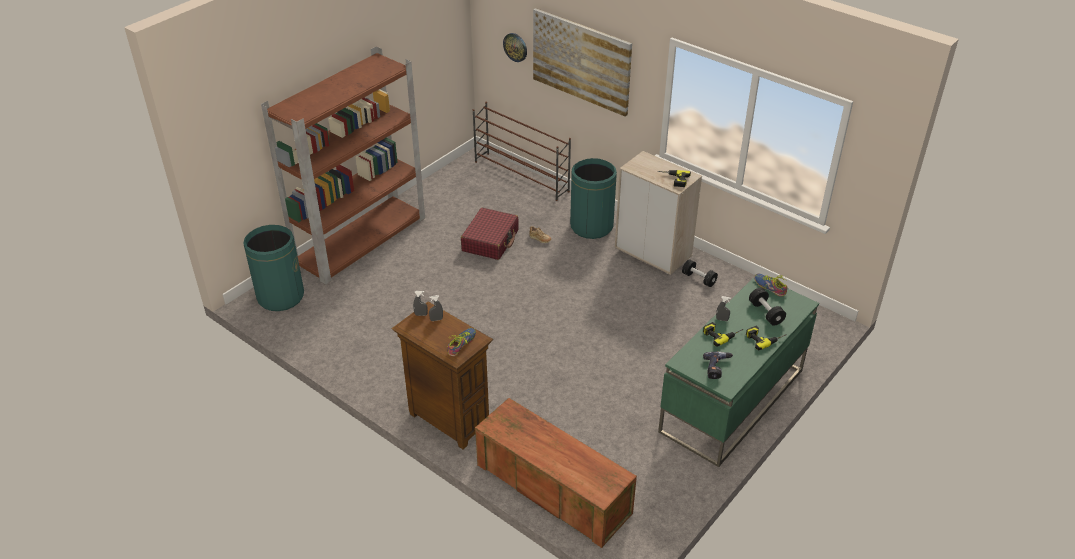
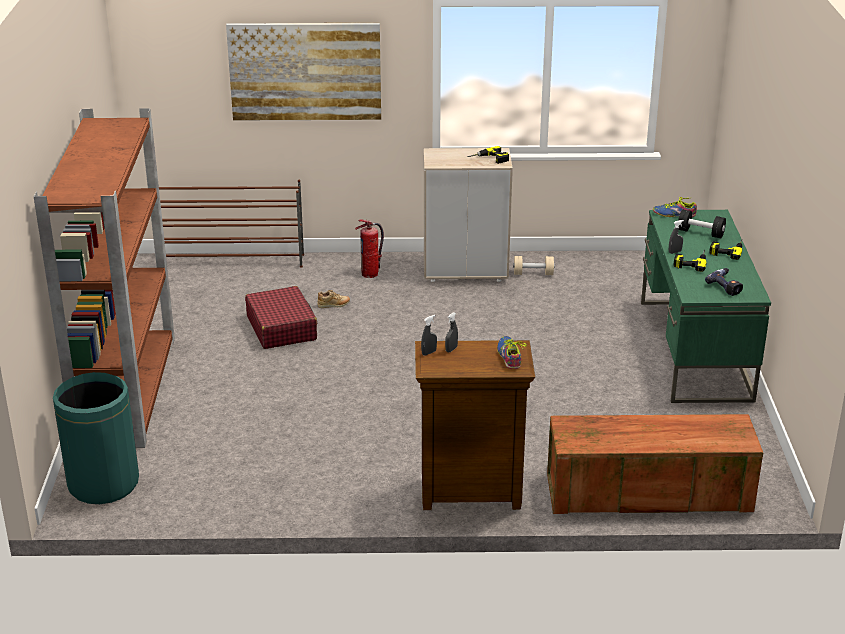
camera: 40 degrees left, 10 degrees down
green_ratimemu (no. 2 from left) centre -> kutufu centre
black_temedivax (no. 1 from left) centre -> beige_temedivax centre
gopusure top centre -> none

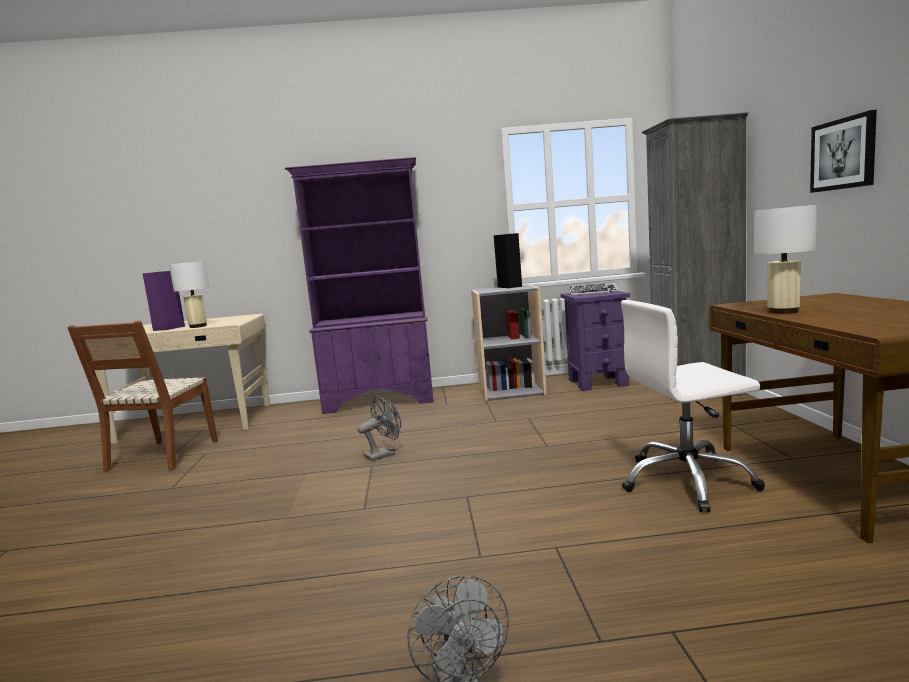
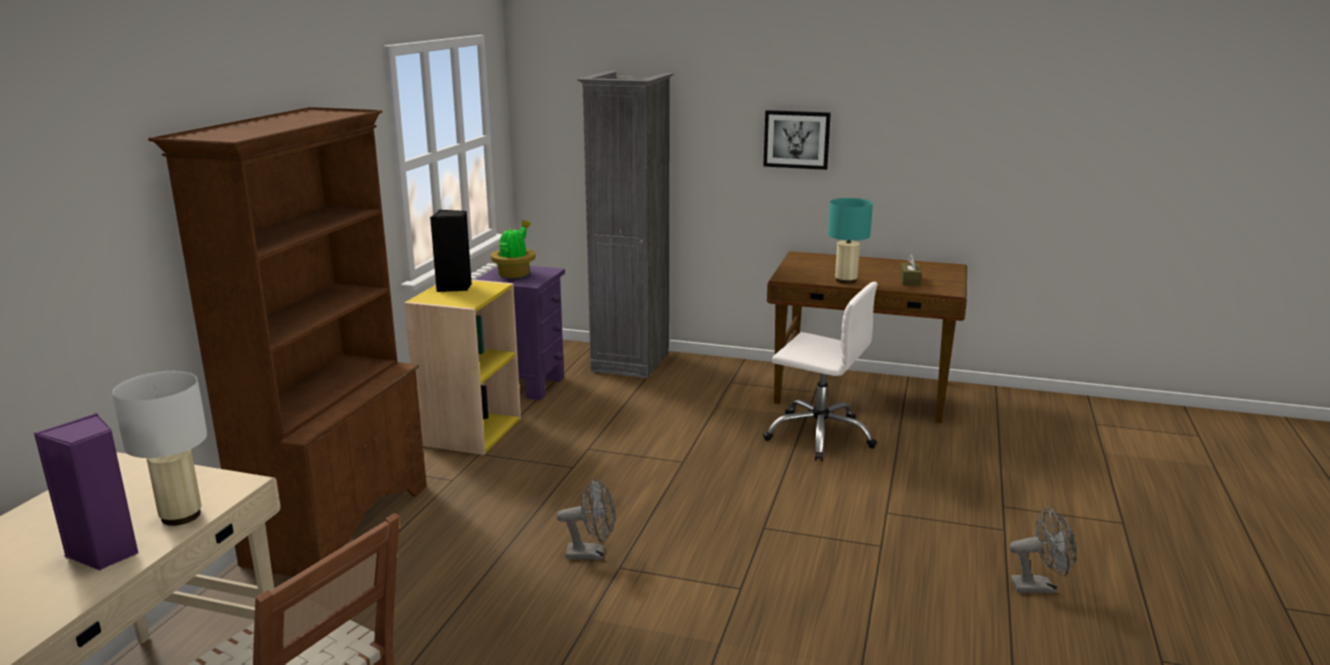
camera: 70 degrees left, 10 degrees up
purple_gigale centre -> brown_gigale middle left
grey_gigale centre -> yellow_gigale centre
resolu centre -> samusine centre
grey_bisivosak (no. 1 from left) centre -> grey_bisivosak (no. 1 from left) bottom centre, 105 degrees clockwise
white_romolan middle right -> white_romolan centre, 75 degrees counterclockwise
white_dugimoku (no. 2 from left) middle right -> turquoise_dugimoku centre
none -> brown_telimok middle right

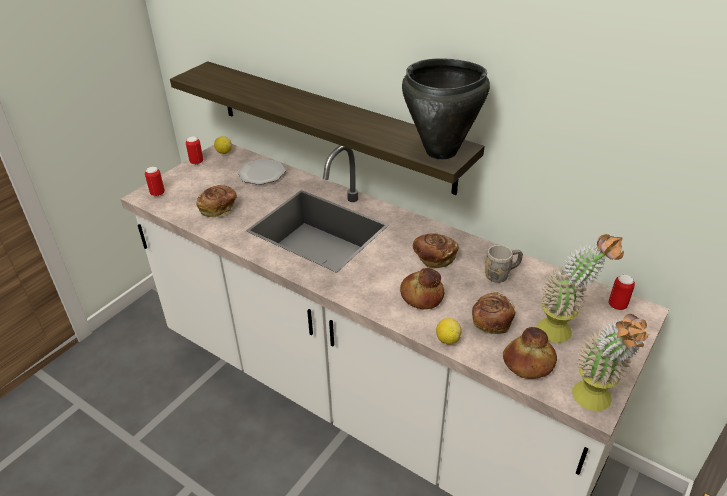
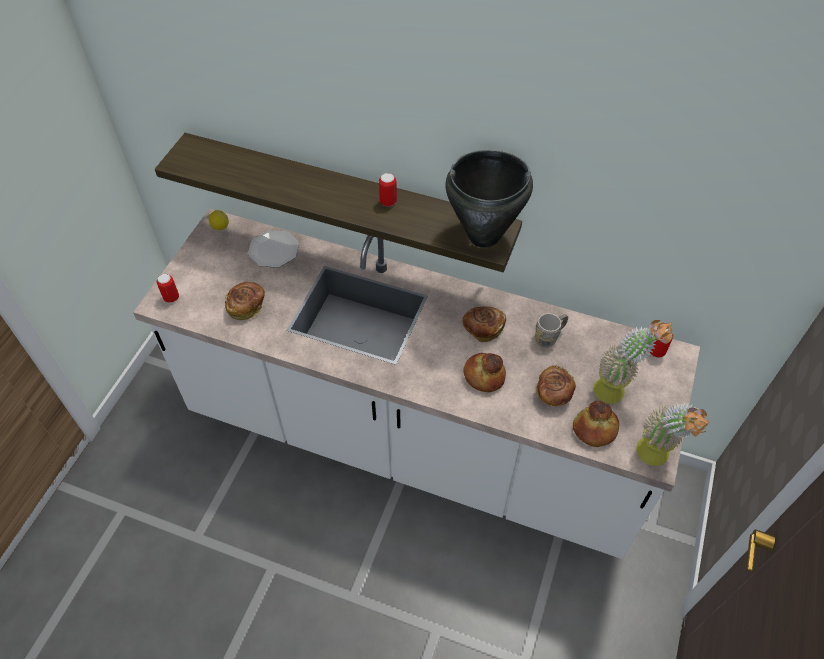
camera: 15 degrees left, 15 degrees up
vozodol (no. 2 from left) top left -> vozodol (no. 2 from left) top centre, relocated
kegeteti (no. 2 from left) bottom centre -> none

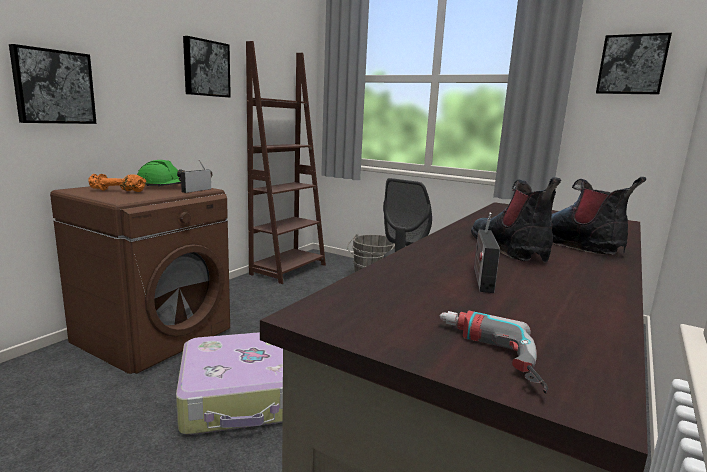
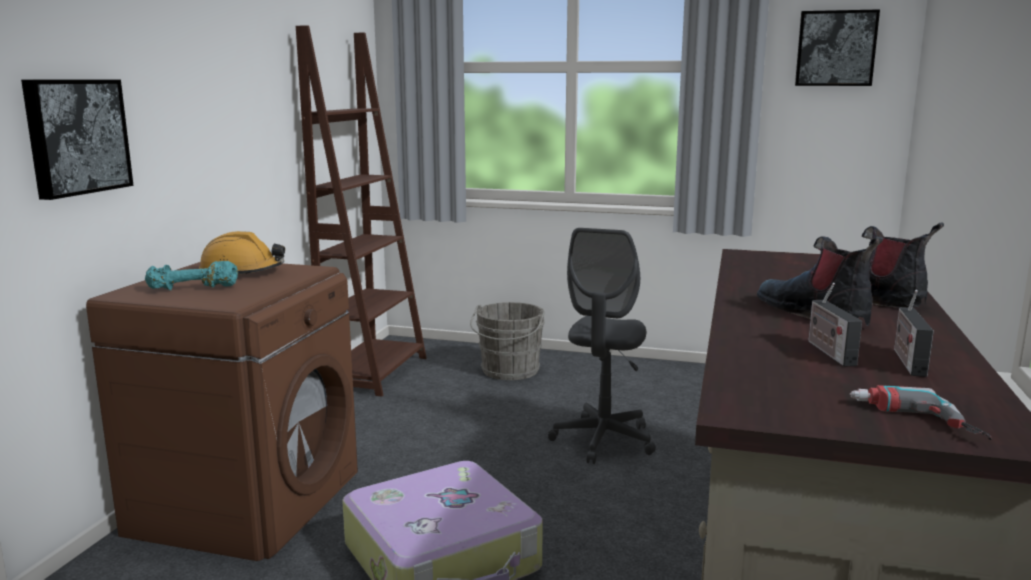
camera: 15 degrees left, 0 degrees up
orange_temedivax middle left -> turquoise_temedivax middle left
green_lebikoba middle left -> orange_lebikoba middle left
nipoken (no. 1 from left in the first image) middle left -> nipoken (no. 2 from left) middle right, relocated
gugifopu (no. 2 from left) top left -> none

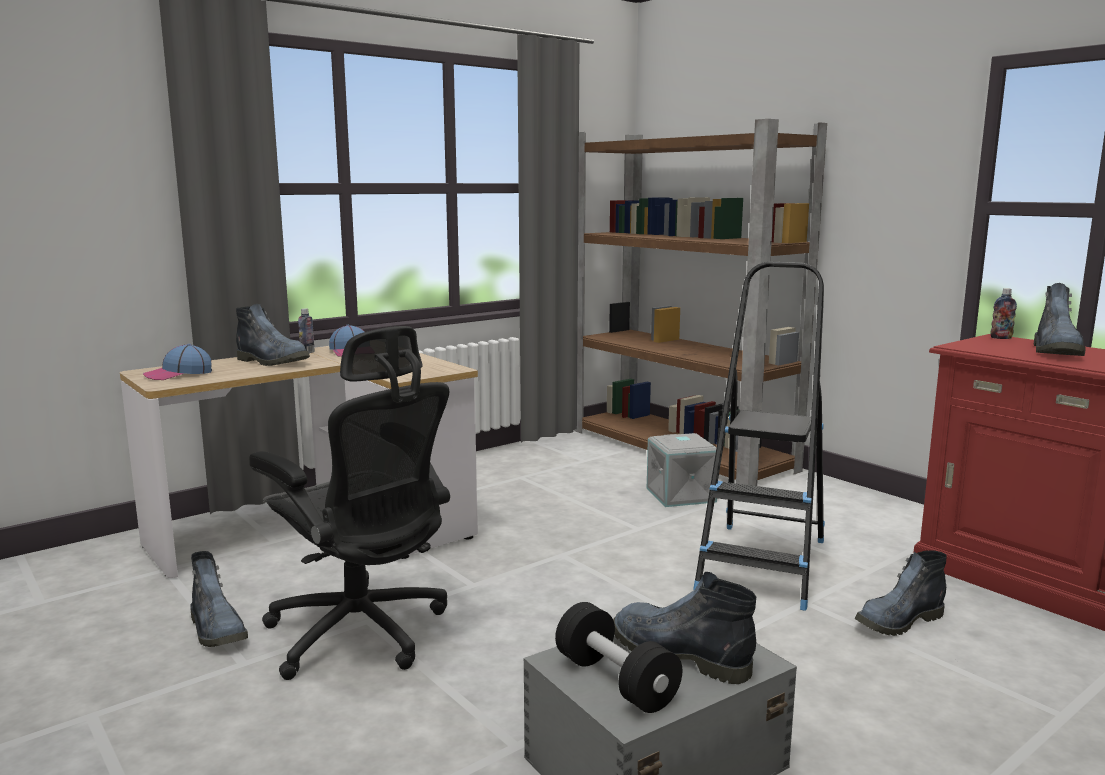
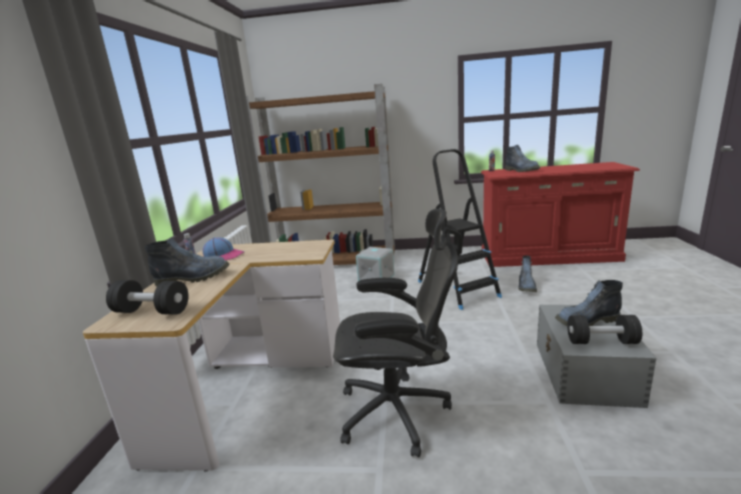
camera: 45 degrees left, 5 degrees up
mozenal (no. 1 from left) middle left -> black_temedivax (no. 1 from left) middle left
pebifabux (no. 1 from left) bottom left -> none

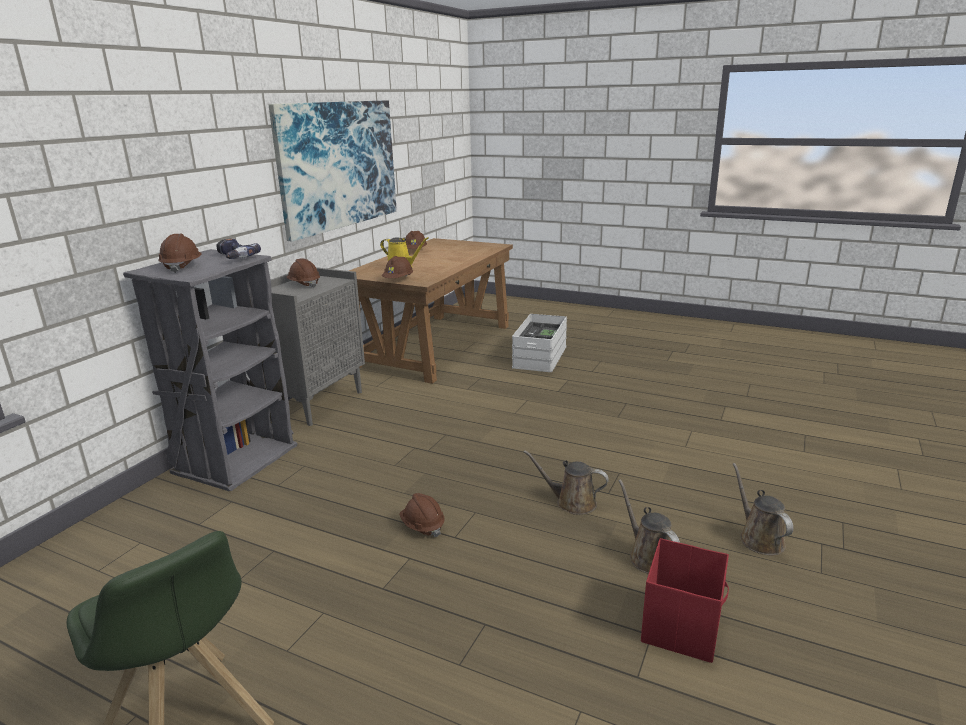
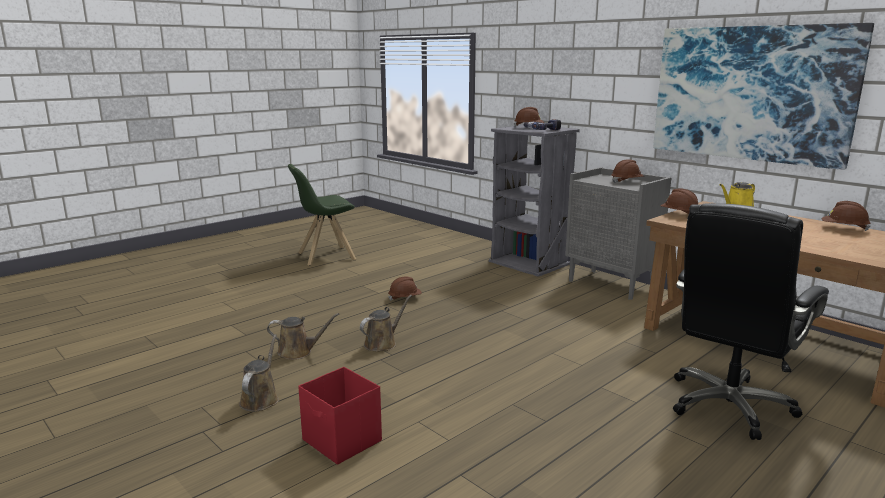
camera: 110 degrees right, 5 degrees down
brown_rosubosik (no. 3 from left in the first image) bottom right -> brown_rosubosik (no. 1 from left) bottom left, 90 degrees counterclockwise
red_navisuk bottom right -> red_navisuk bottom centre, relocated
white_navisuk centre -> black_romolan middle right

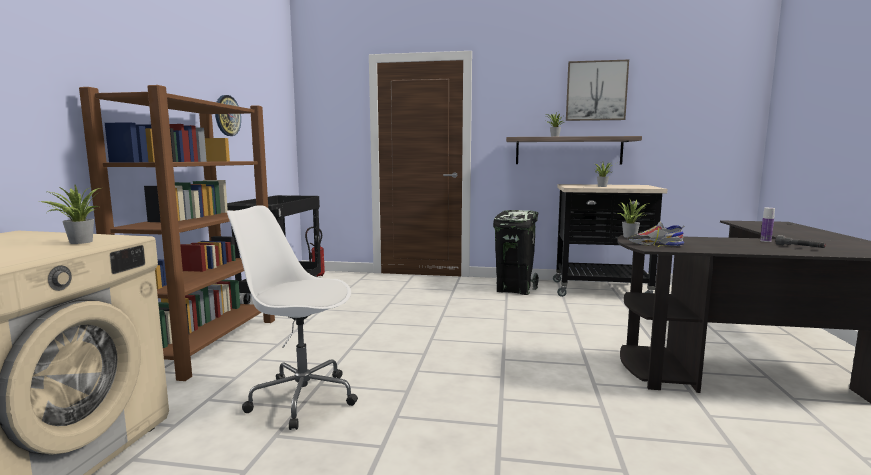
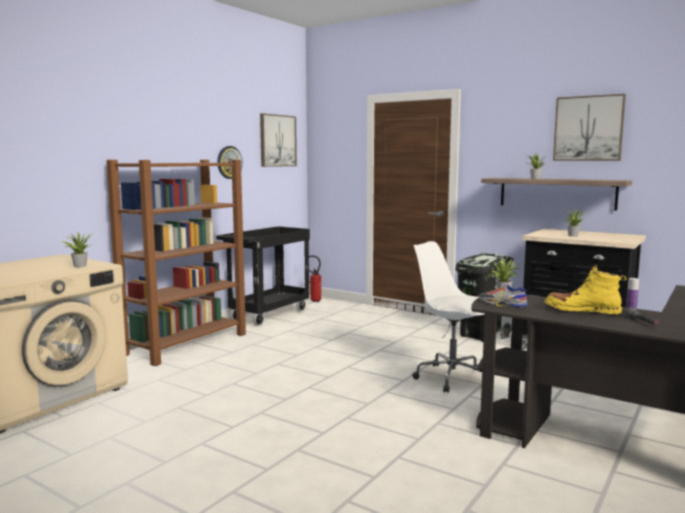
camera: 25 degrees right, 0 degrees up
none -> gugifopu (no. 1 from left) top centre
white_romolan bottom centre -> white_romolan centre, relocated
none -> yellow_pebifabux middle right

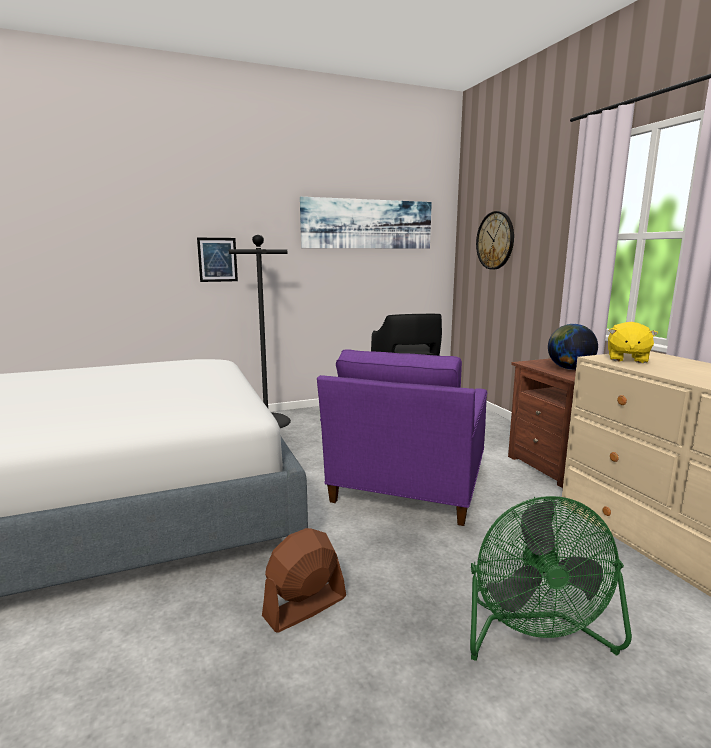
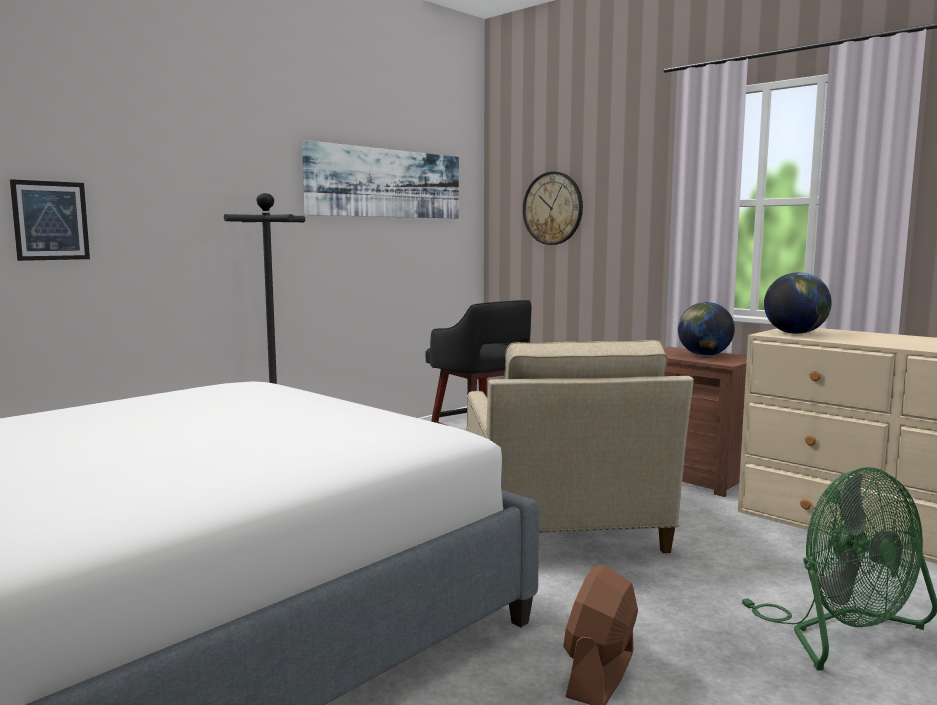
camera: 25 degrees left, 5 degrees down
gugifopu (no. 1 from left) middle left -> gugifopu (no. 1 from left) top left, relocated
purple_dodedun centre -> beige_dodedun centre
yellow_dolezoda middle right -> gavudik (no. 2 from left) middle right

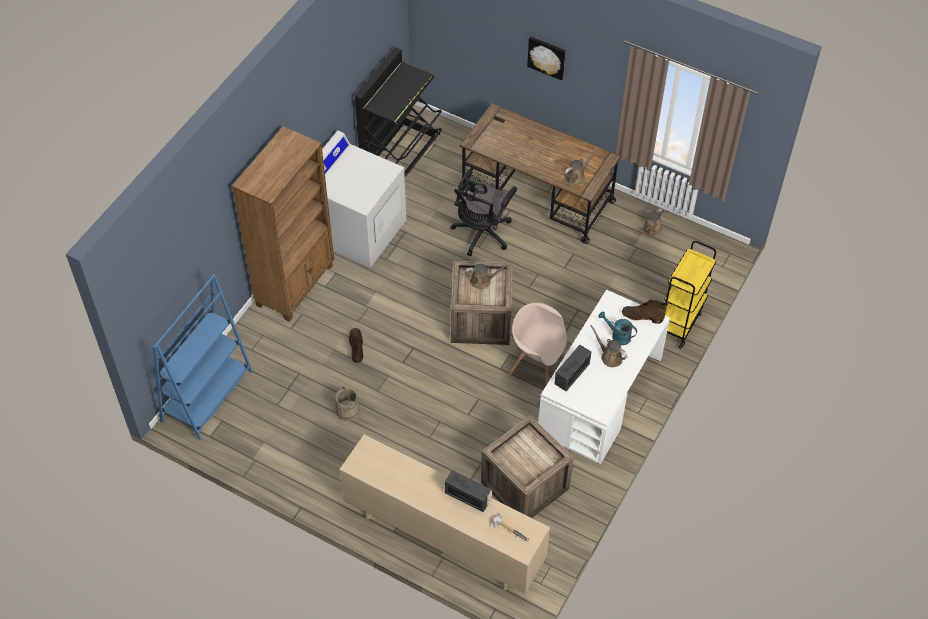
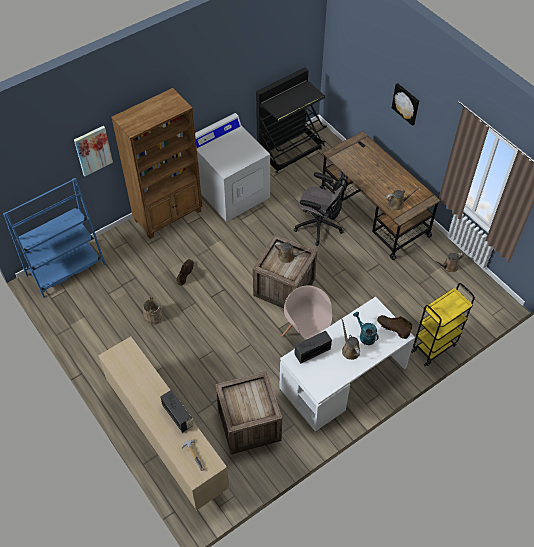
camera: 25 degrees right, 0 degrees up
none -> gugifopu (no. 1 from left) top left
romolan centre, 120 degrees counterclockwise

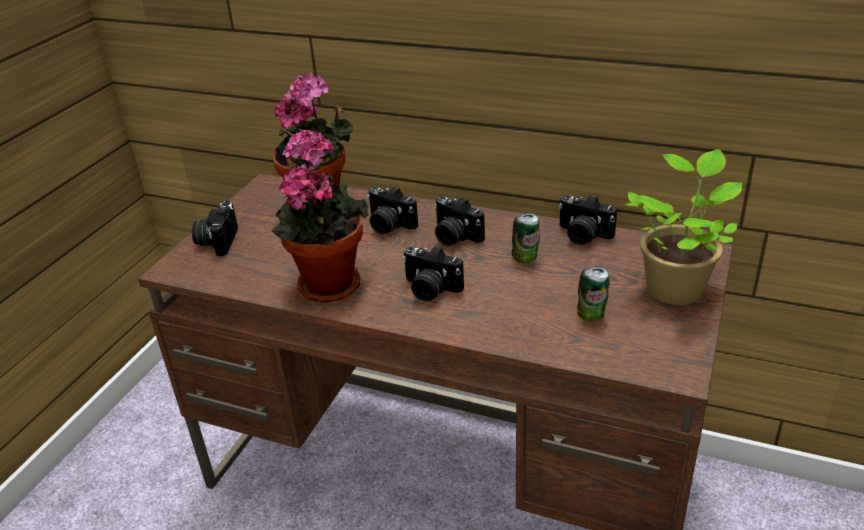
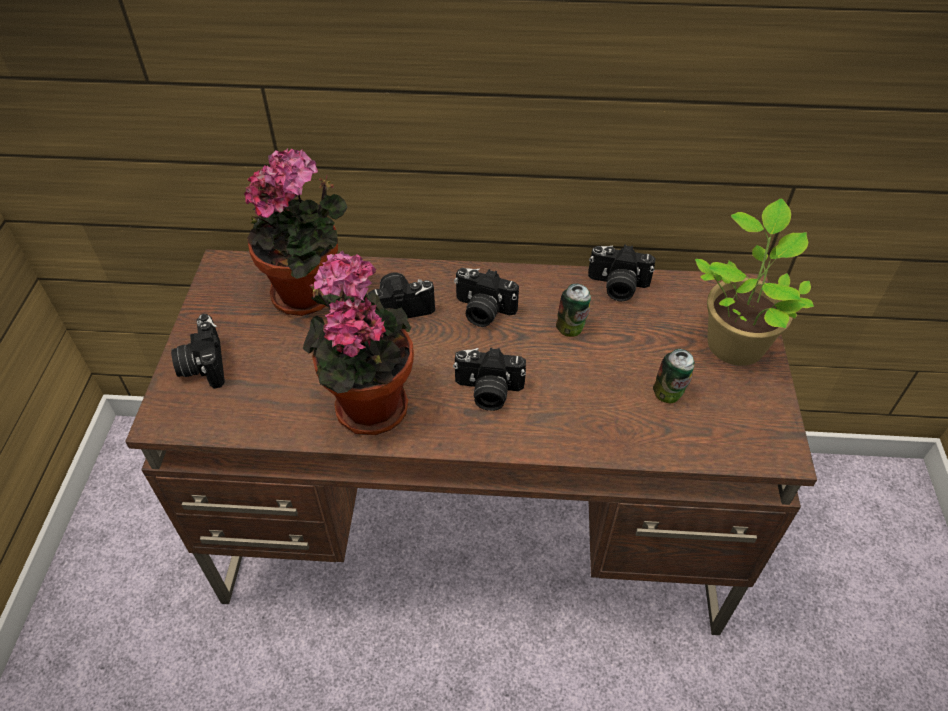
camera: 20 degrees left, 15 degrees up
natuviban (no. 2 from left) centre, 150 degrees clockwise

